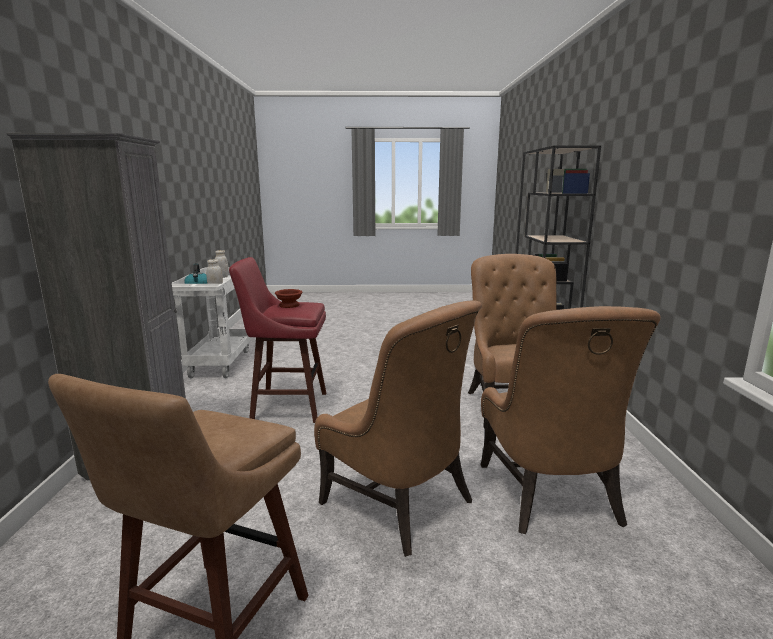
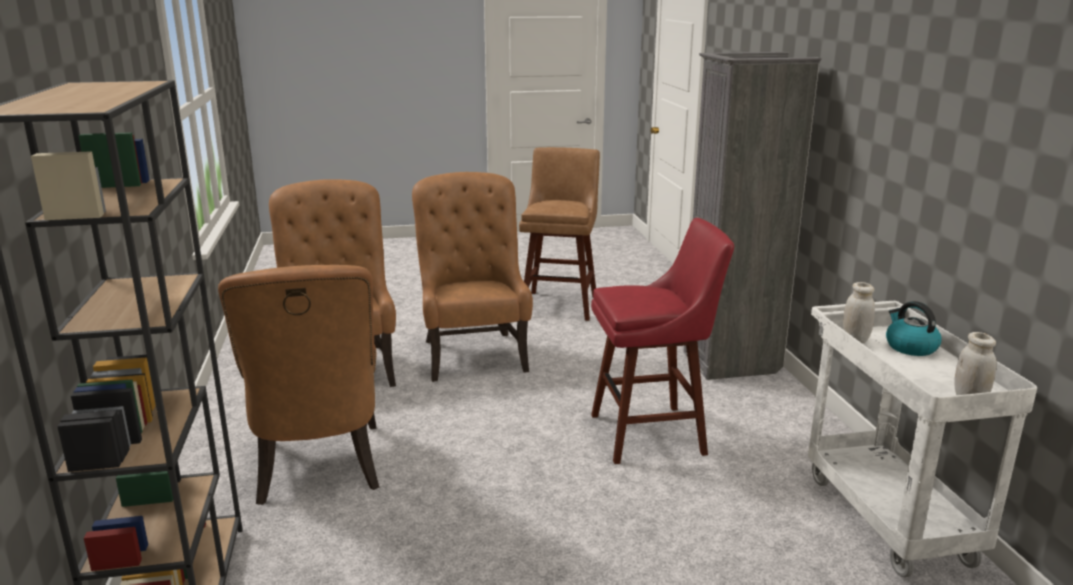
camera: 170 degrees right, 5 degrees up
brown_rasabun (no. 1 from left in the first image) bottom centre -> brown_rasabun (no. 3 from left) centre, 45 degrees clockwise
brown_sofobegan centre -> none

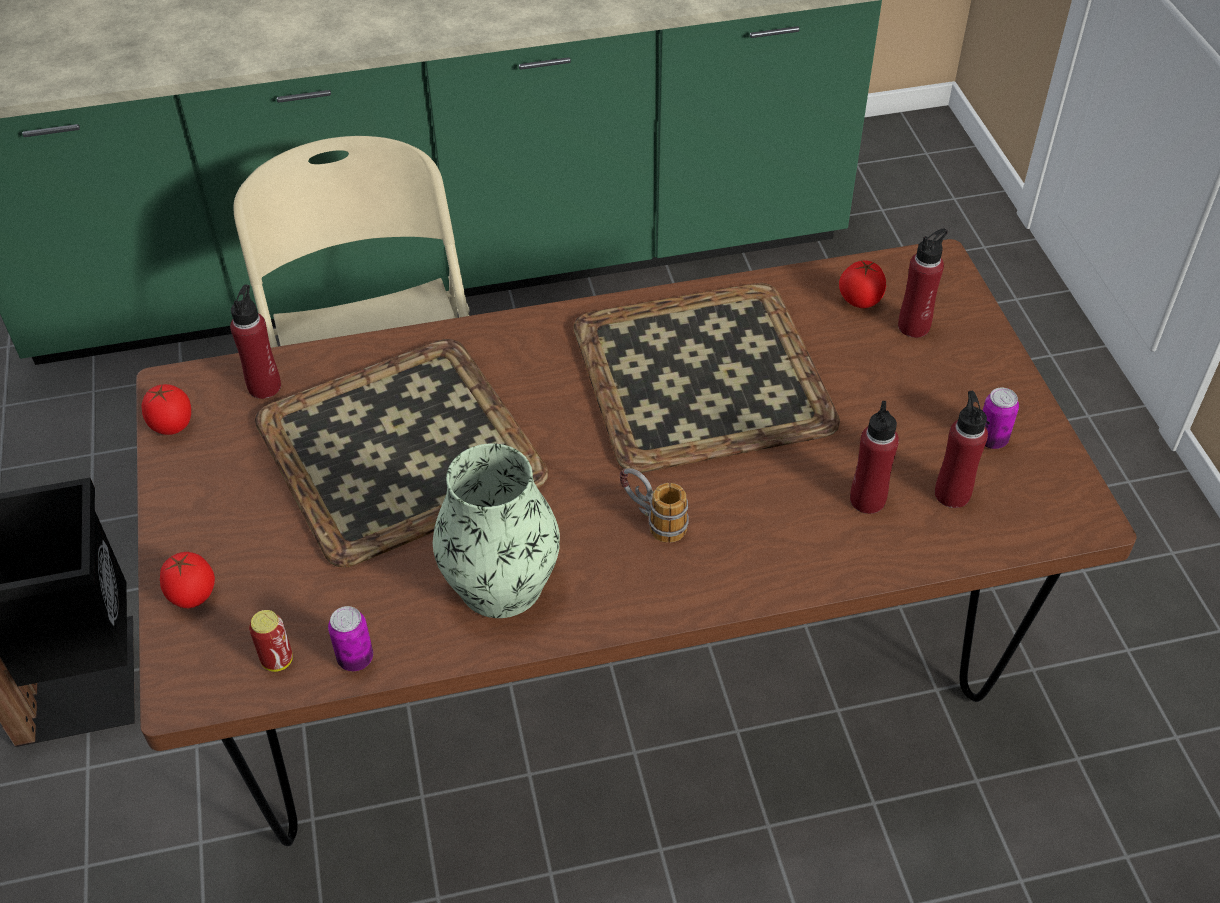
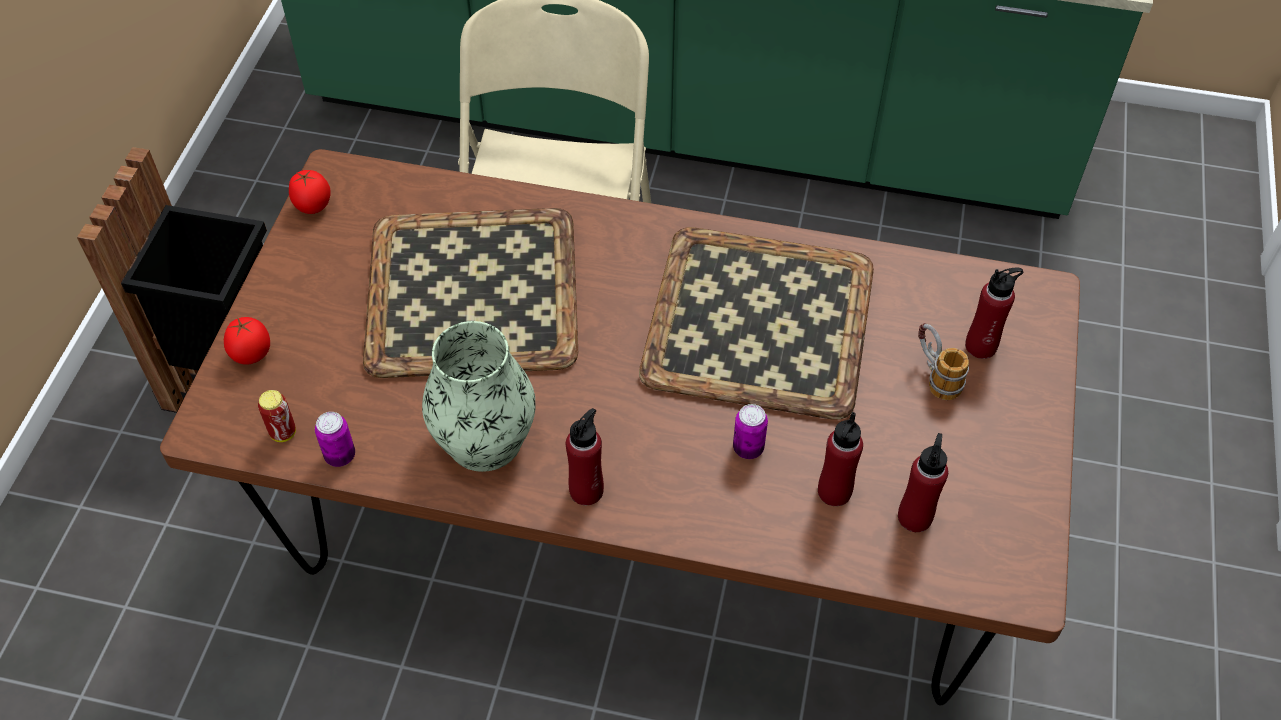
camera: 25 degrees right, 5 degrees up
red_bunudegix (no. 1 from left) middle left -> red_bunudegix (no. 1 from left) centre, relocated
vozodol (no. 3 from left) middle right -> vozodol (no. 3 from left) centre, relocated
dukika centre -> dukika middle right, relocated
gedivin (no. 3 from left) top right -> none

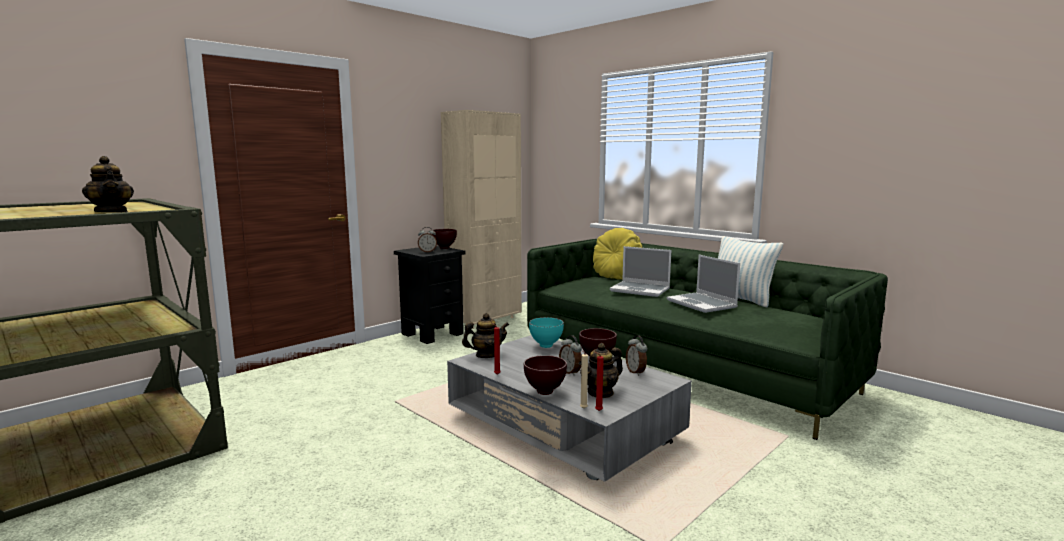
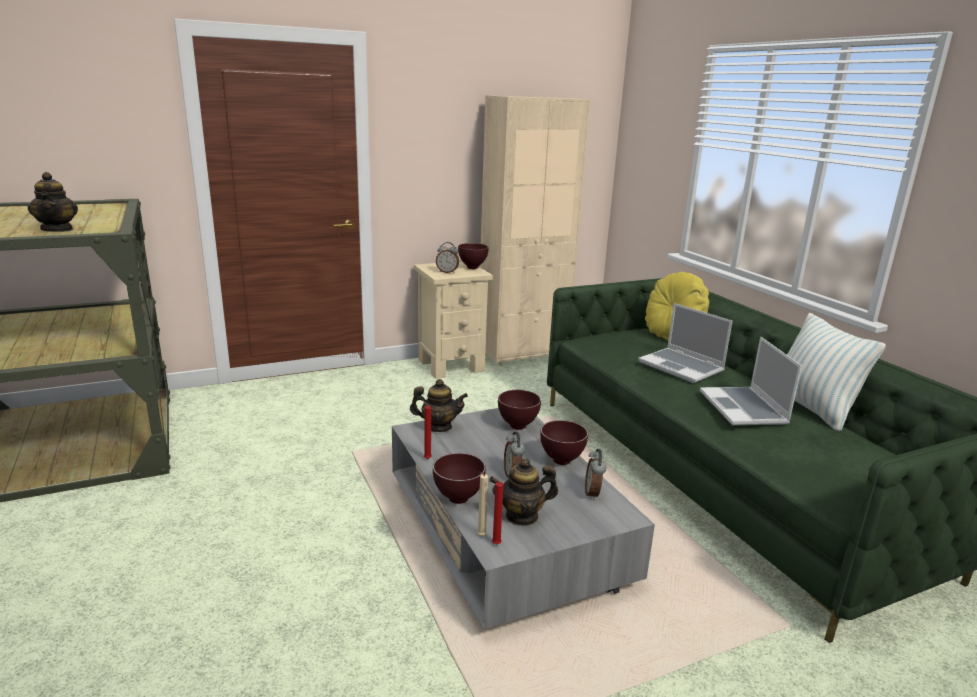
camera: 20 degrees right, 10 degrees up
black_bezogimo centre -> beige_bezogimo centre
turquoise_sofobegan centre -> brown_sofobegan (no. 3 from left) centre

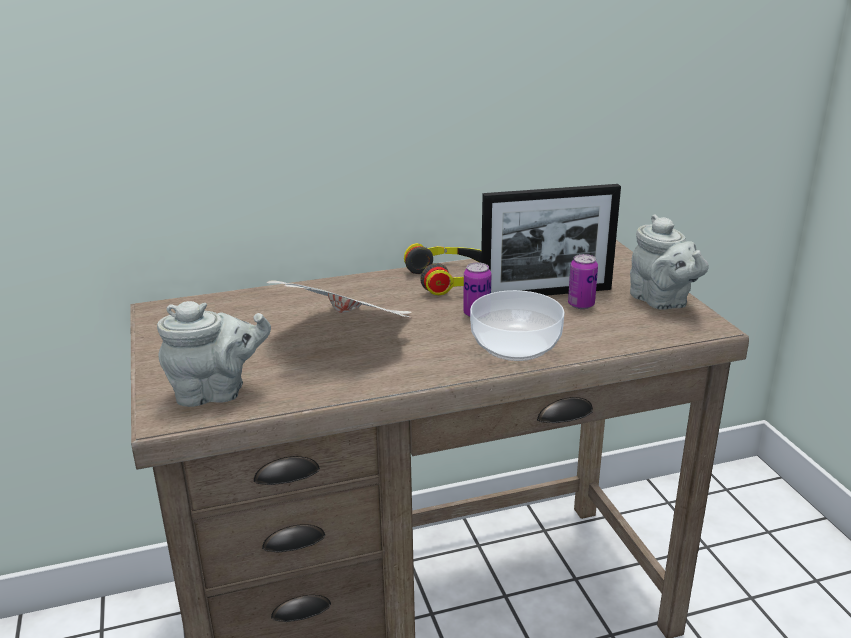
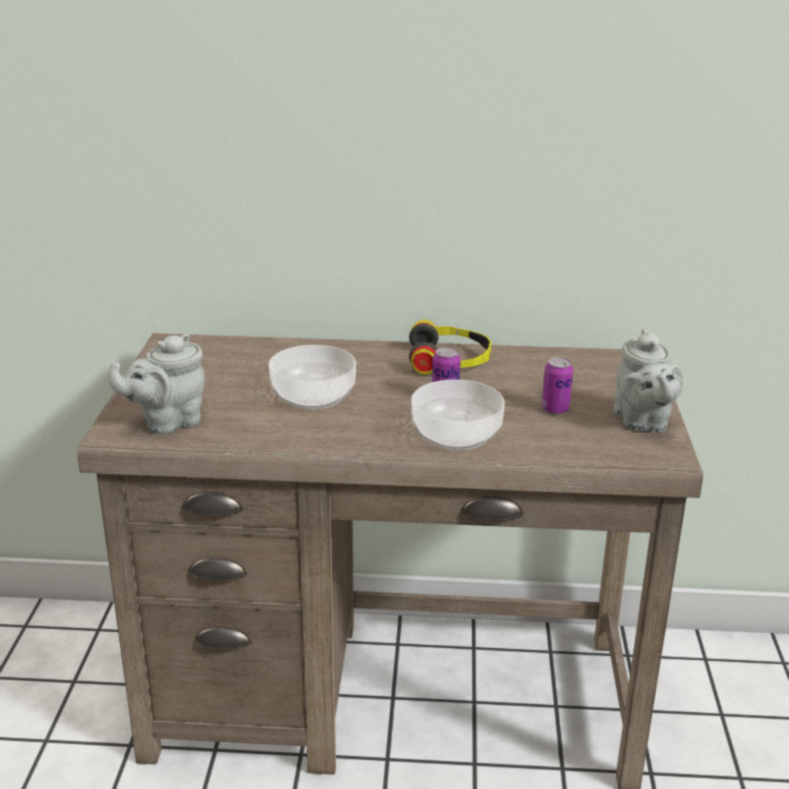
camera: 20 degrees right, 0 degrees up
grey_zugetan (no. 1 from left) middle left, 135 degrees clockwise
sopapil centre -> sofobegan (no. 1 from left) centre
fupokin centre -> none

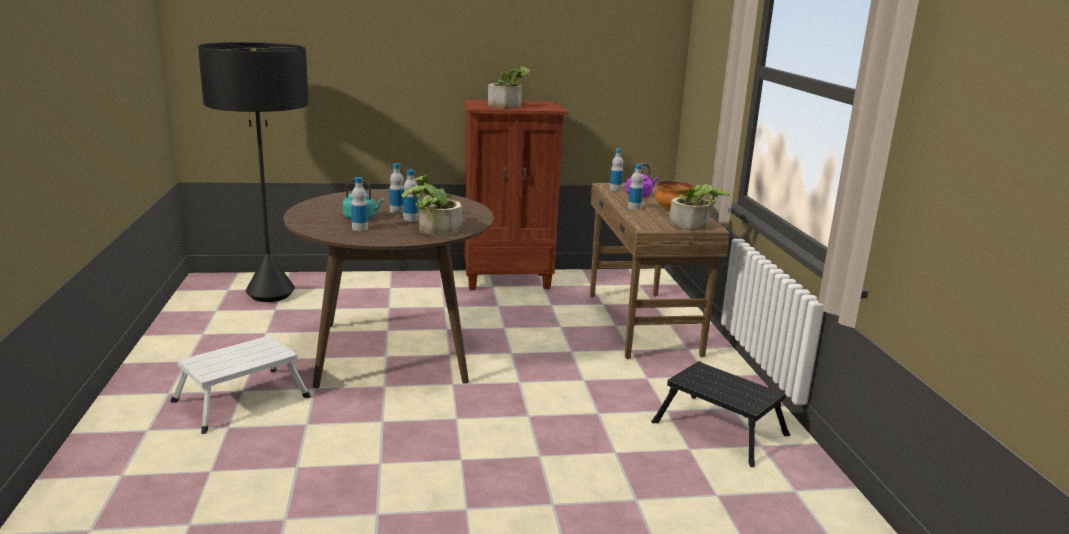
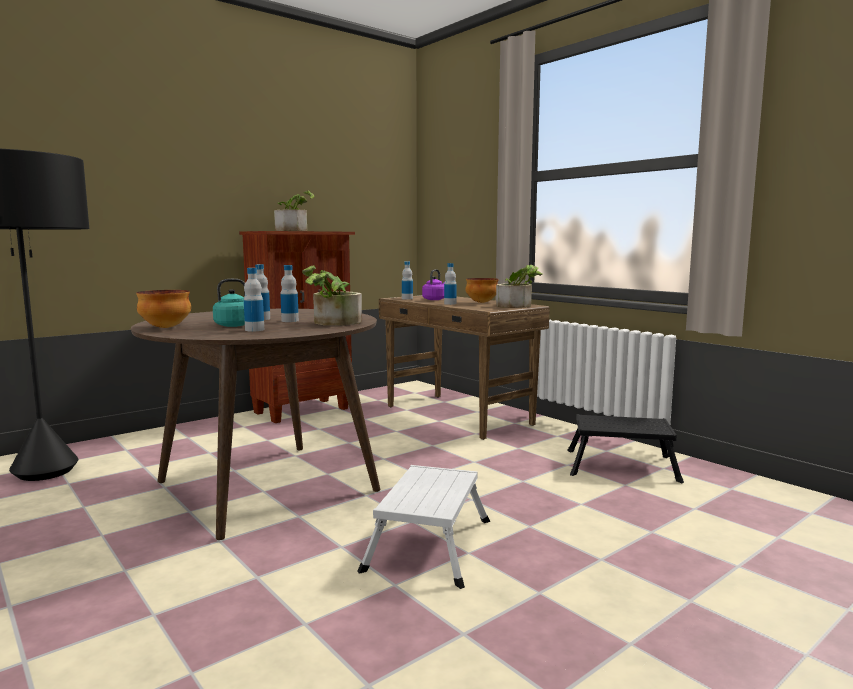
camera: 30 degrees left, 10 degrees down
none -> sofobegan (no. 1 from left) middle left
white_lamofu bottom left -> white_lamofu bottom centre, relocated

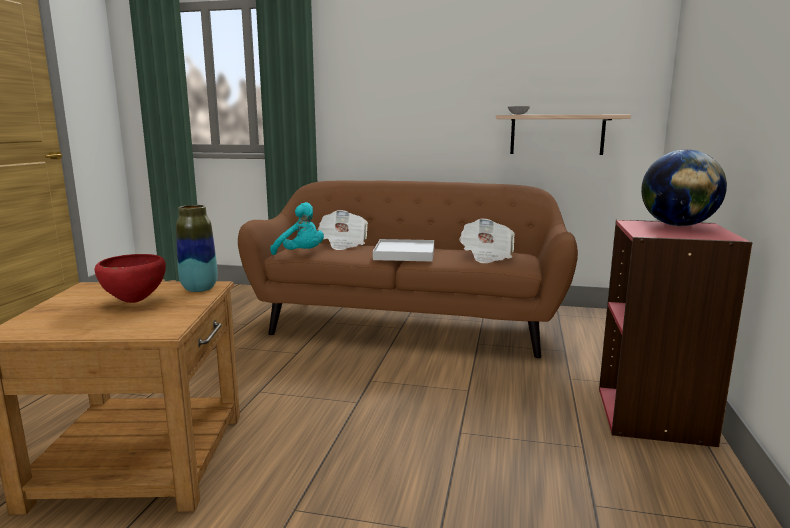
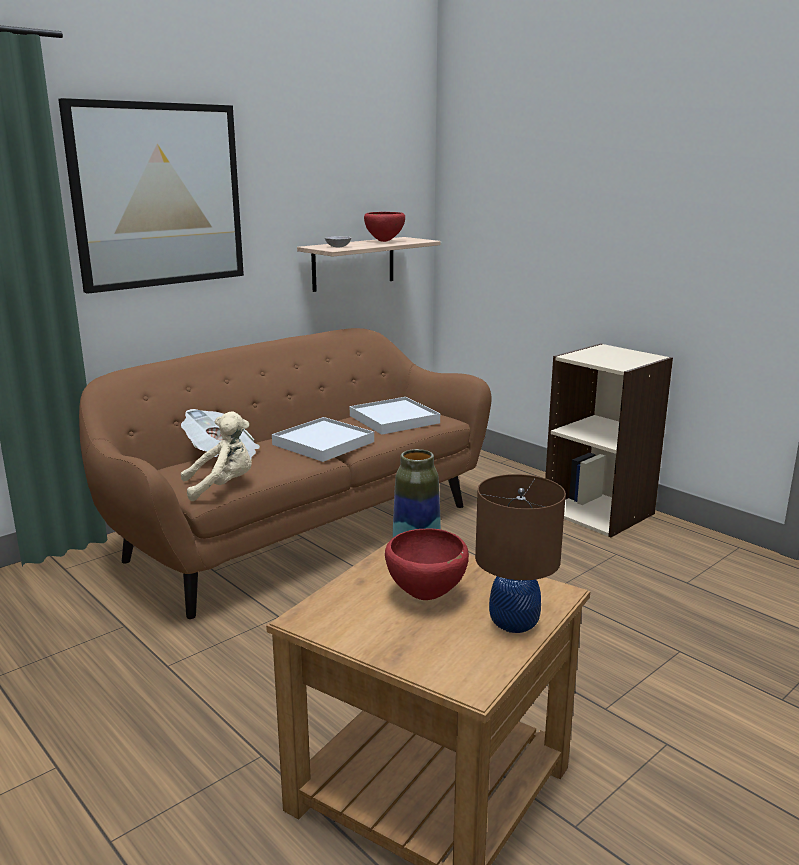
camera: 55 degrees left, 5 degrees up
none -> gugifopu top left
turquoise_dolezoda centre -> beige_dolezoda middle left
sopapil (no. 2 from left) centre -> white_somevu (no. 2 from left) centre
none -> red_sofobegan (no. 1 from left) top centre
none -> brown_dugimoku centre
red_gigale middle right -> beige_gigale middle right
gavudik middle right -> none

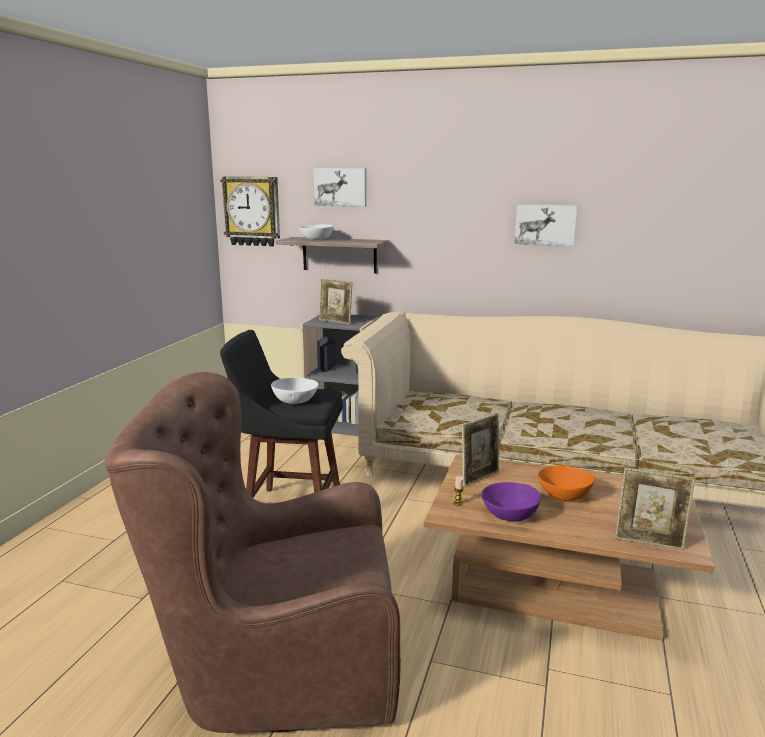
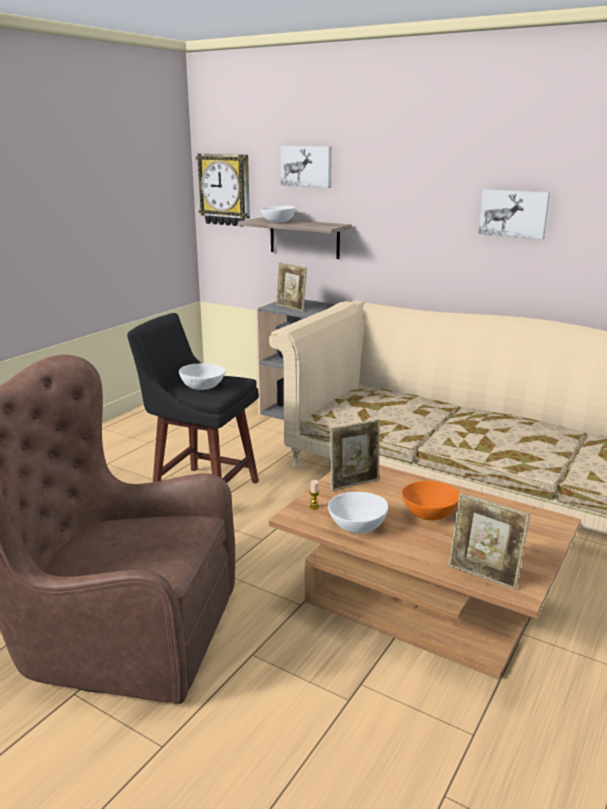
camera: 15 degrees right, 5 degrees up
purple_sofobegan bottom right -> white_sofobegan (no. 3 from left) centre

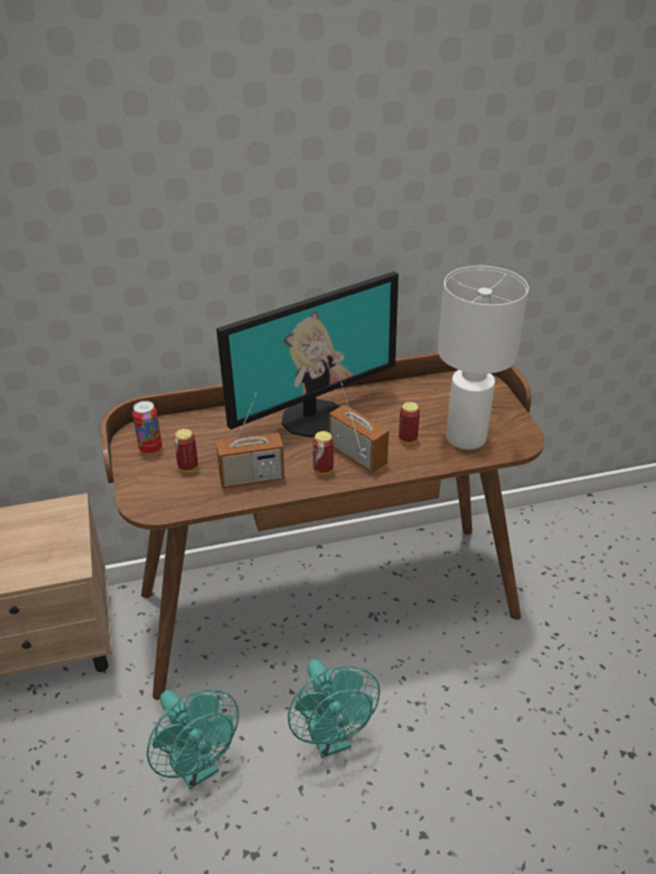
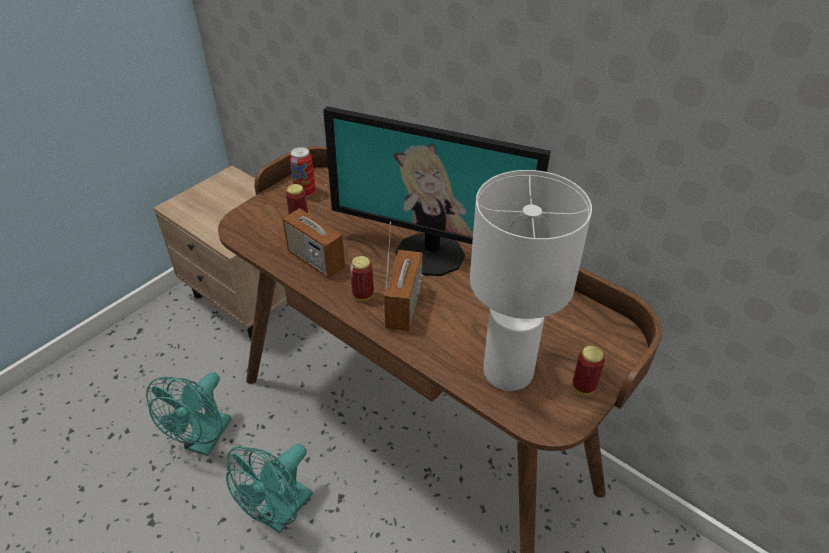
camera: 55 degrees right, 5 degrees up
vozodol (no. 4 from left) centre -> vozodol (no. 4 from left) bottom right, relocated

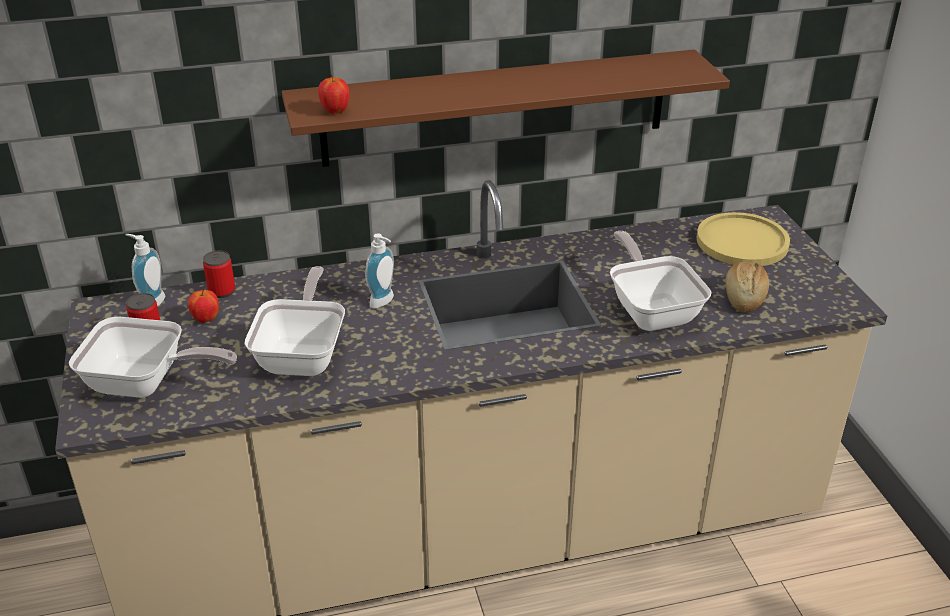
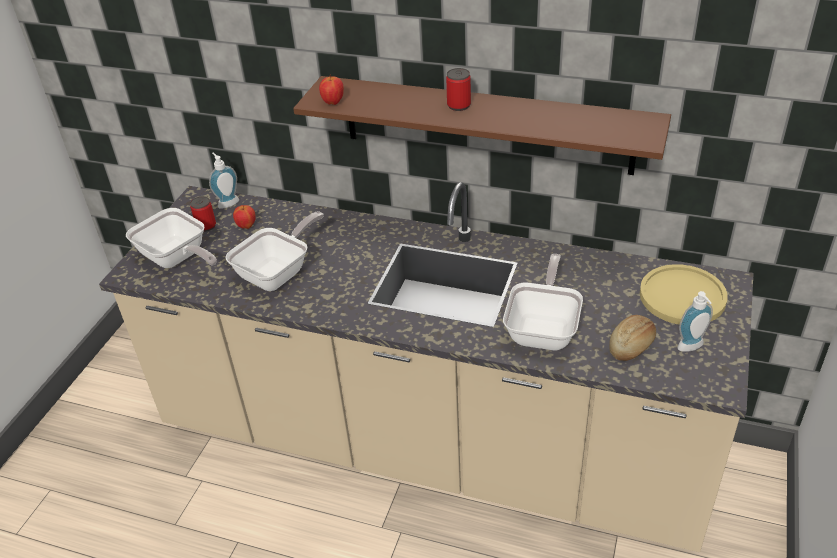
camera: 35 degrees right, 5 degrees up
vozodol (no. 2 from left) middle left -> vozodol (no. 2 from left) top centre, relocated
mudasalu (no. 2 from left) centre -> mudasalu (no. 2 from left) middle right, relocated

